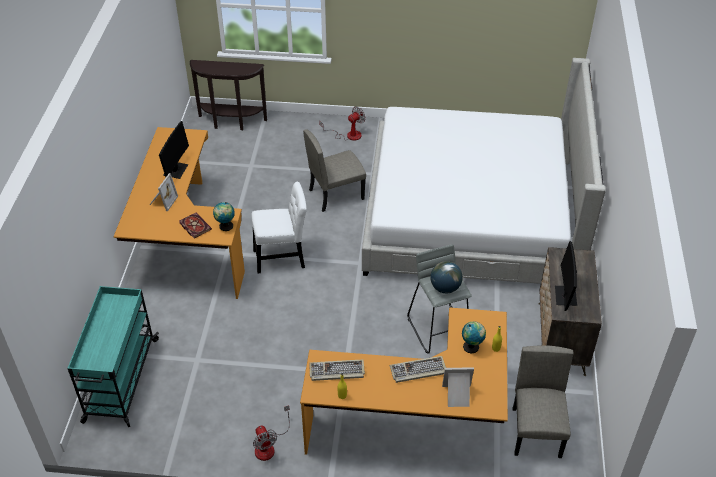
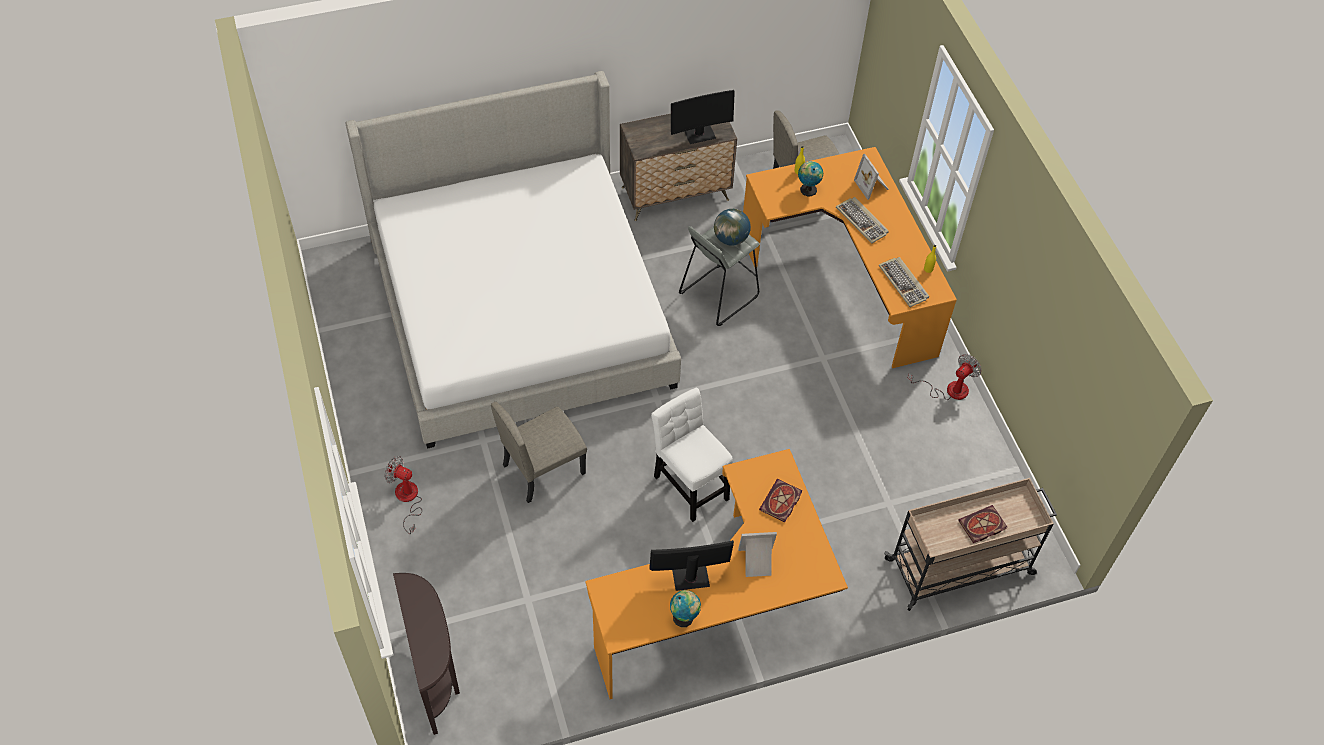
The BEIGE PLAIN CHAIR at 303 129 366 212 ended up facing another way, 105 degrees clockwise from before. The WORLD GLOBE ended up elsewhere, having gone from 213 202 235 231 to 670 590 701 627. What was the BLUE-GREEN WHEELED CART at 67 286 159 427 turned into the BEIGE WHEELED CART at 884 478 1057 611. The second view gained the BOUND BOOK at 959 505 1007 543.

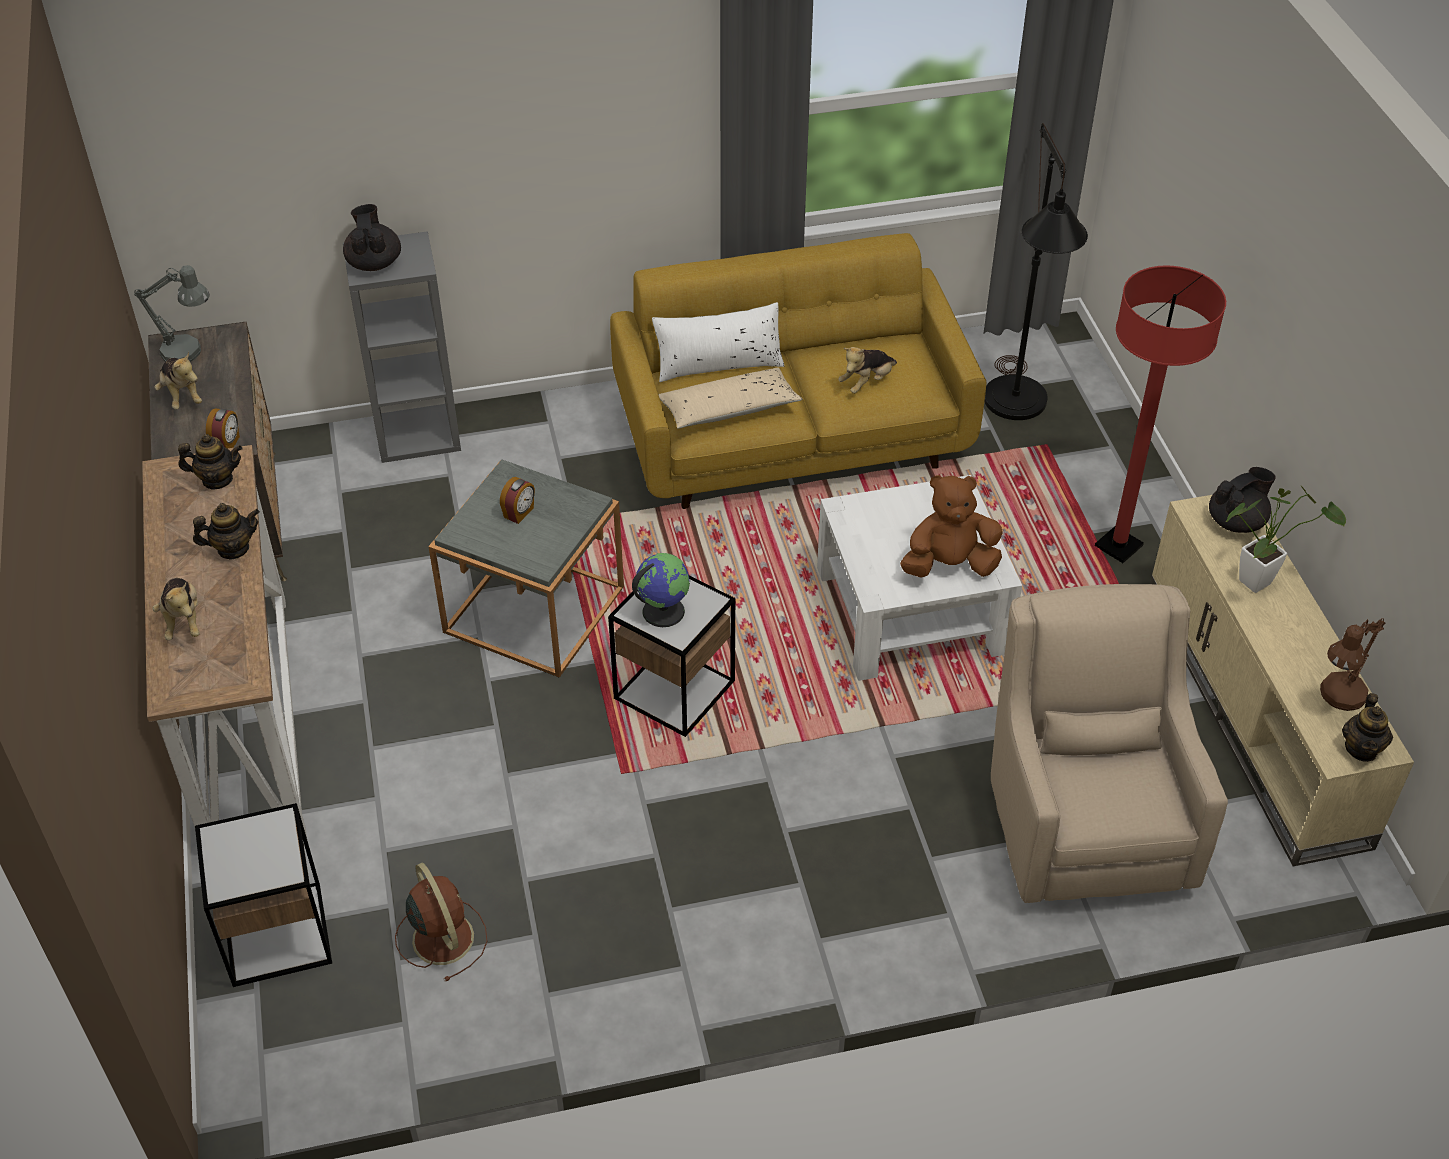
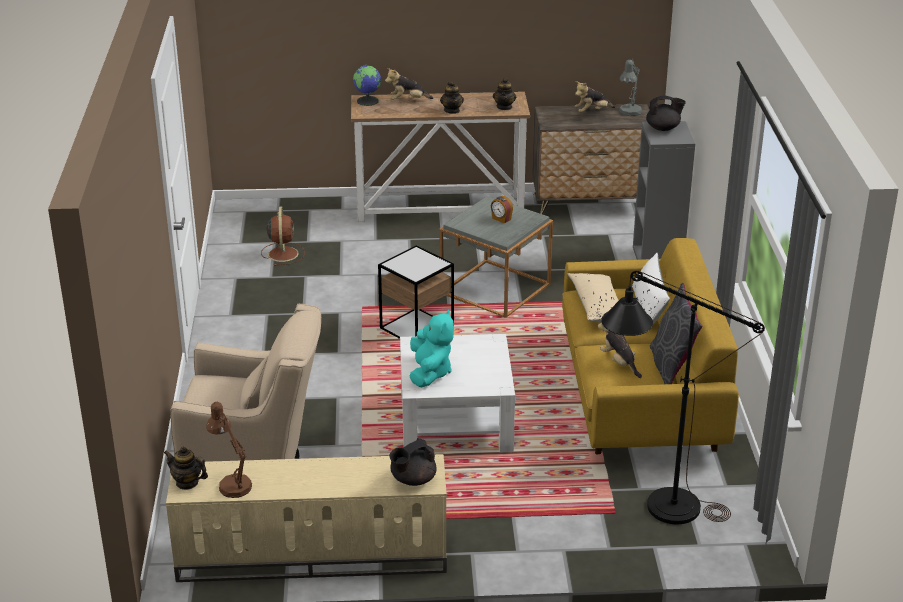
The BROWN FAN at 395 862 487 982 ended up facing another way, 75 degrees counterclockwise from before. The WORLD GLOBE ended up elsewhere, having gone from 632 553 690 627 to 353 65 381 106. The BLACK TEAPOT at 1209 467 1276 533 ended up facing another way, 75 degrees clockwise from before. What was the BROWN CUDDLY TOY at 900 475 1003 577 turned into the BLUE-GREEN CUDDLY TOY at 409 309 454 388. The second view gained the GRAY THROW PILLOW at 650 283 702 384. The second view lost the END TABLE at 195 803 332 987. The second view lost the BEDSIDE CLOCK at 206 409 240 448. The second view lost the REDDISH STANDING LAMP at 1095 265 1226 563. The second view lost the PLANT IN A POT at 1226 485 1346 593.

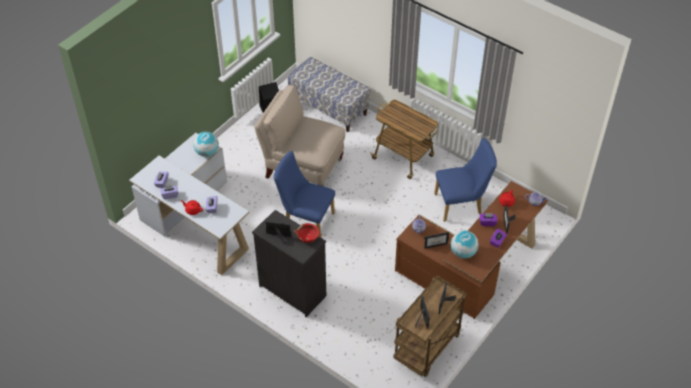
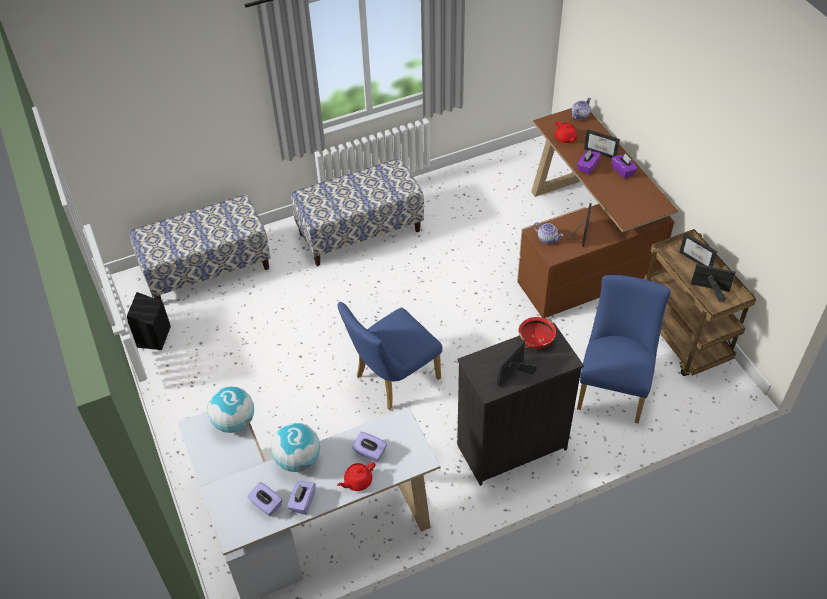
The WORLD GLOBE ended up elsewhere, having gone from 450 231 479 259 to 271 423 320 472. Where the WHEELED CART stood at 370 100 438 179, the BENCH came to stand at 291 158 424 266. The BLUE-COLOURED PLAIN CHAIR ended up elsewhere, having gone from 434 138 497 222 to 577 275 671 423. The second view lost the BEIGE PLAIN CHAIR at 255 85 345 186.

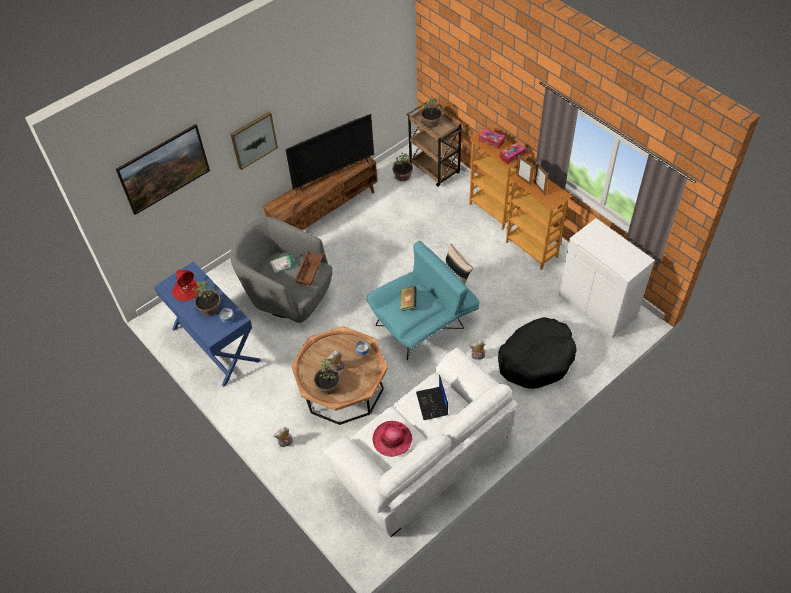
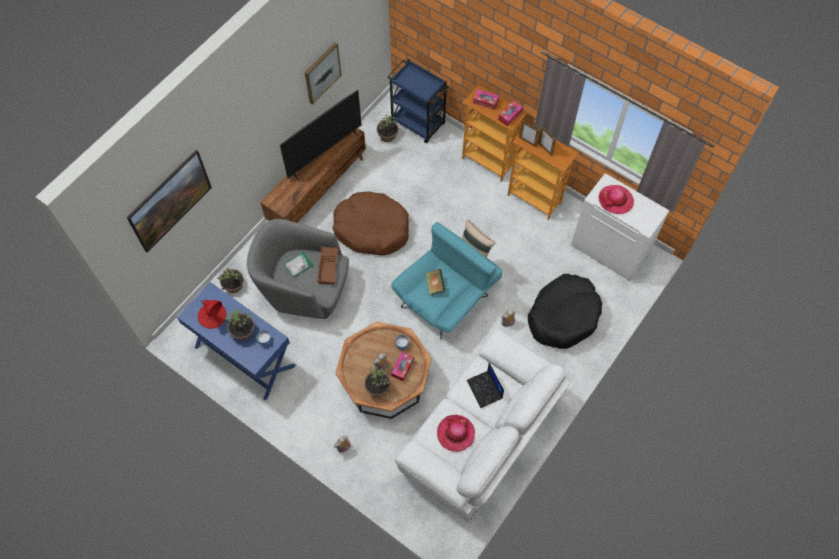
The PLANT IN A POT ended up elsewhere, having gone from 420 96 443 128 to 217 268 244 293. The PICTURE ended up elsewhere, having gone from 231 112 278 170 to 305 43 342 105. The second view gained the BROWN DOG CUSHION at 332 192 409 256. What was the BROWN WHEELED CART at 407 102 463 187 turned into the BLUE-COLOURED WHEELED CART at 387 59 449 143. The second view gained the TISSUE BOX at 391 352 414 381. The second view gained the CLOTHING HAT at 599 185 634 214.

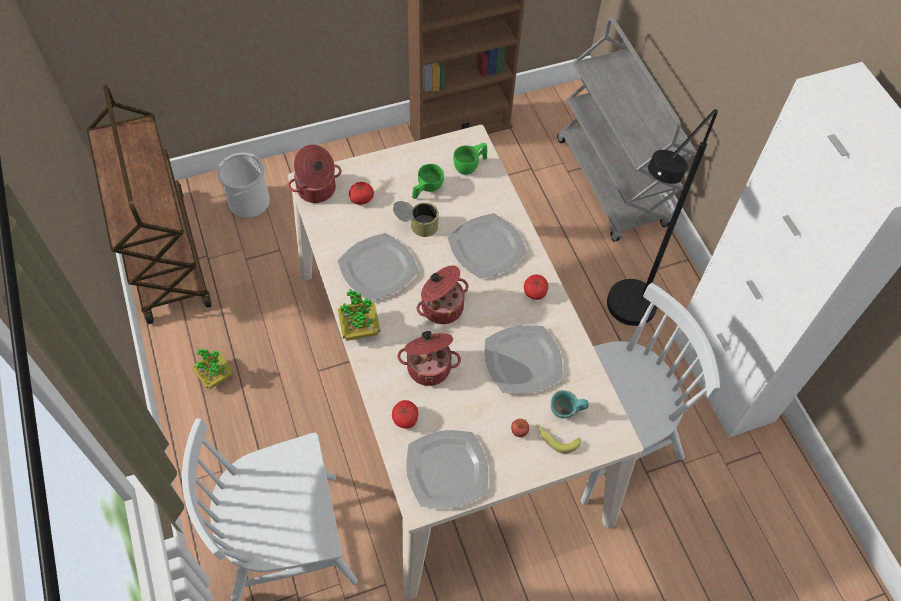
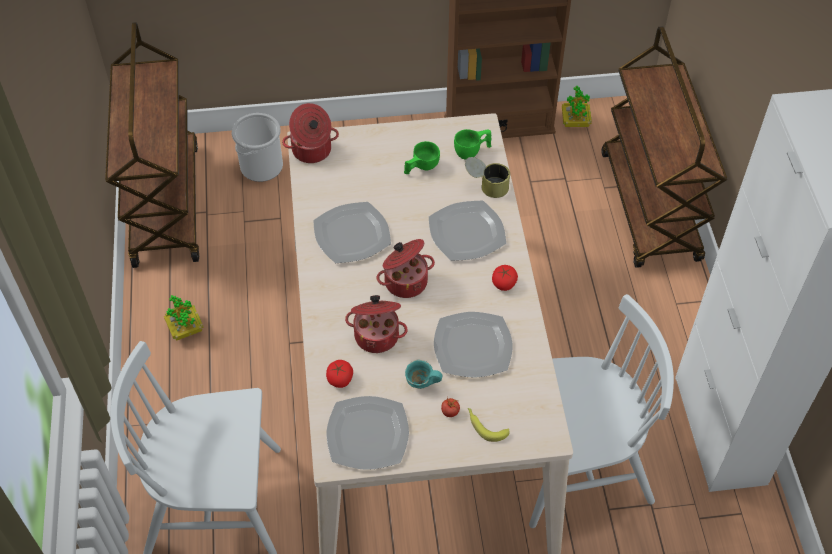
The BLUE-GREEN TEA MUG ended up elsewhere, having gone from 551 390 589 419 to 405 360 442 389. The CAN ended up elsewhere, having gone from 393 201 439 237 to 465 157 510 198. The PLANT IN A POT ended up elsewhere, having gone from 338 289 381 341 to 562 86 592 127. What was the GRAY WHEELED CART at 557 17 696 242 turned into the BROWN WHEELED CART at 601 26 727 268. The second view lost the FRESH TOMATO at 349 182 374 205. The second view lost the BLACK STANDING LAMP at 607 109 718 326.

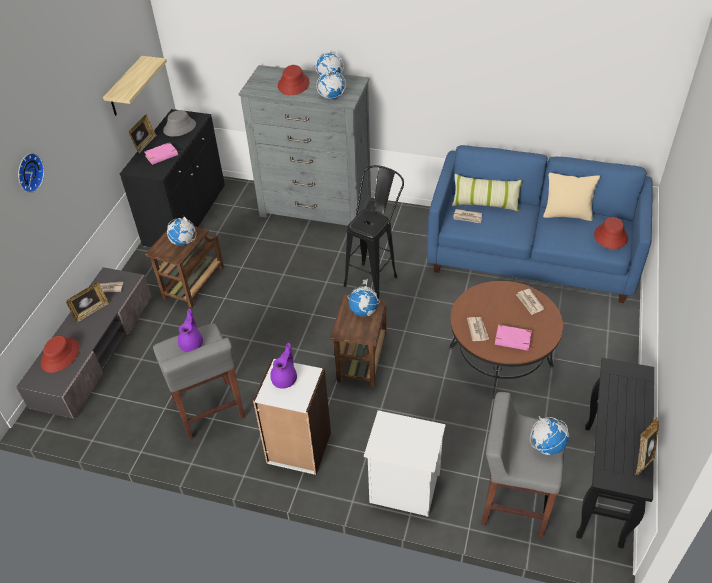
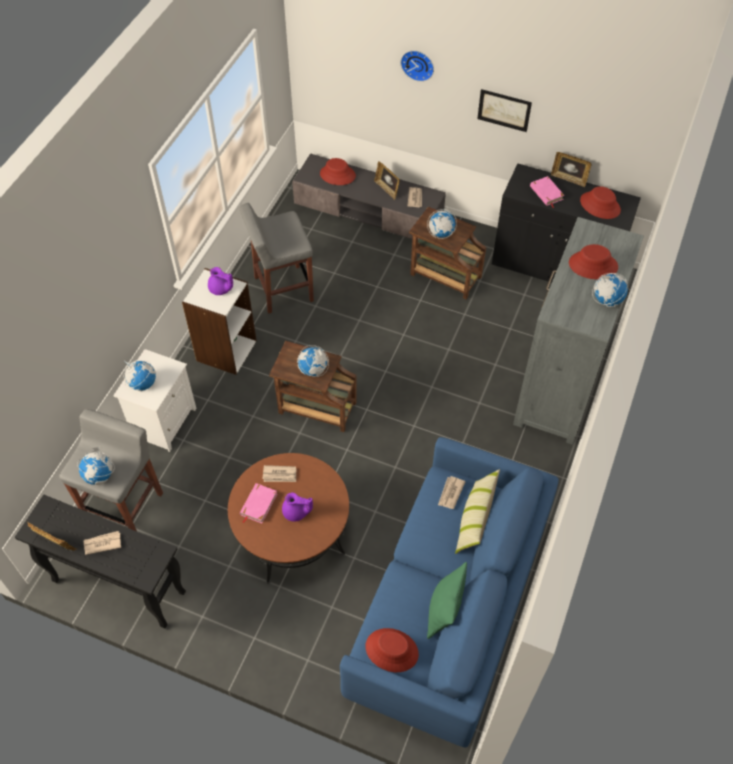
The NEWSPAPER ended up elsewhere, having gone from 516 289 545 315 to 84 531 121 555. The WORLD GLOBE ended up elsewhere, having gone from 316 70 346 99 to 124 360 156 391. The PURPLE-COLOURED TEAPOT ended up elsewhere, having gone from 178 309 203 352 to 282 493 313 522. What was the BEIGE THROW PILLOW at 543 173 600 221 turned into the GREEN-COLOURED THROW PILLOW at 427 562 467 639. The second view gained the PICTURE at 477 89 532 132. What was the GRAY CLOTHING HAT at 163 110 196 137 turned into the REDDISH CLOTHING HAT at 580 186 621 219. The second view lost the WALL SHELF at 103 56 167 116. The second view lost the BLACK STOOL at 344 165 404 299.

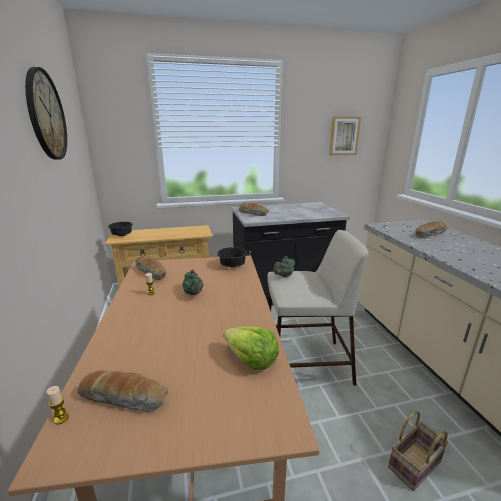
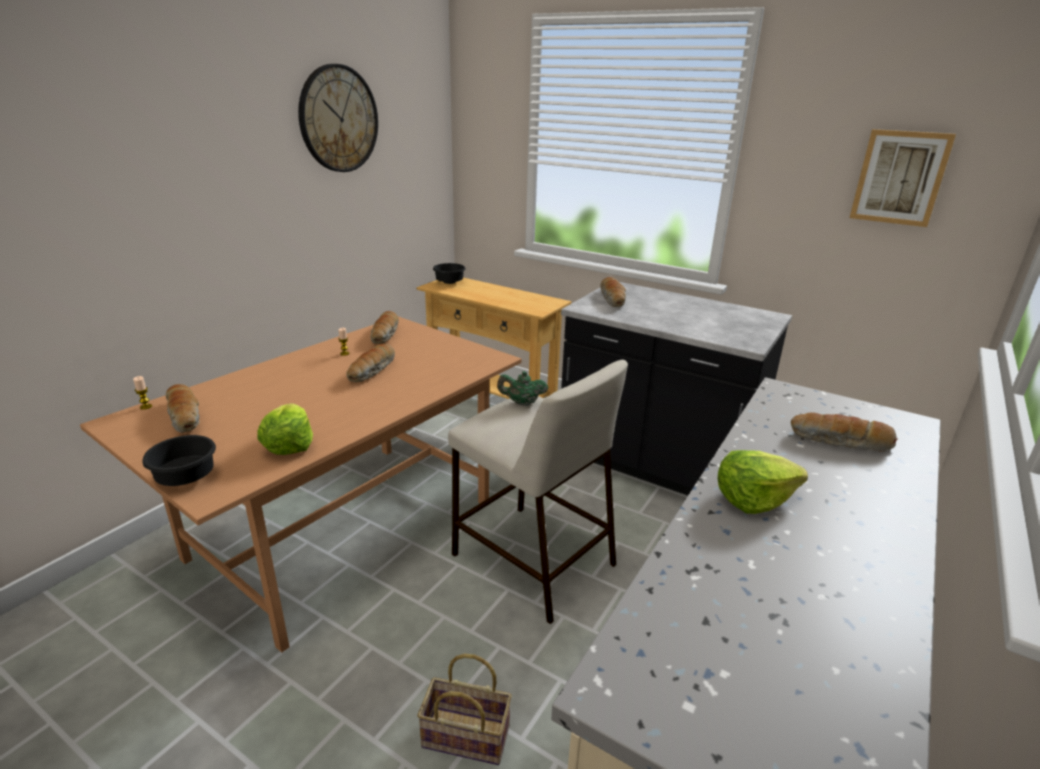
The BLACK BOWL ended up elsewhere, having gone from 217 247 248 267 to 142 435 216 486. Where the GREEN-COLOURED TEAPOT stood at 182 269 203 295, the BAKERY BREAD came to stand at 346 344 395 382. The second view gained the HEAD OF LETTUCE at 718 450 808 514.

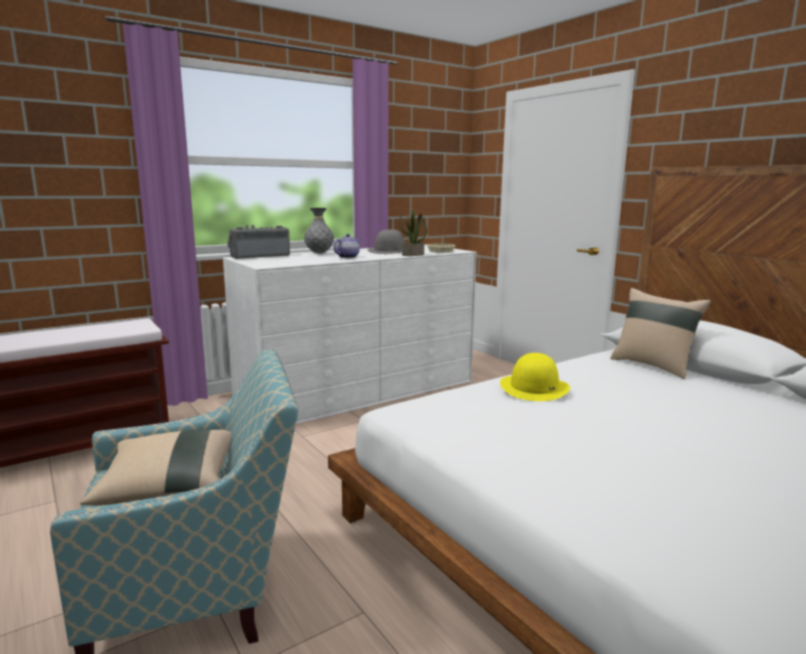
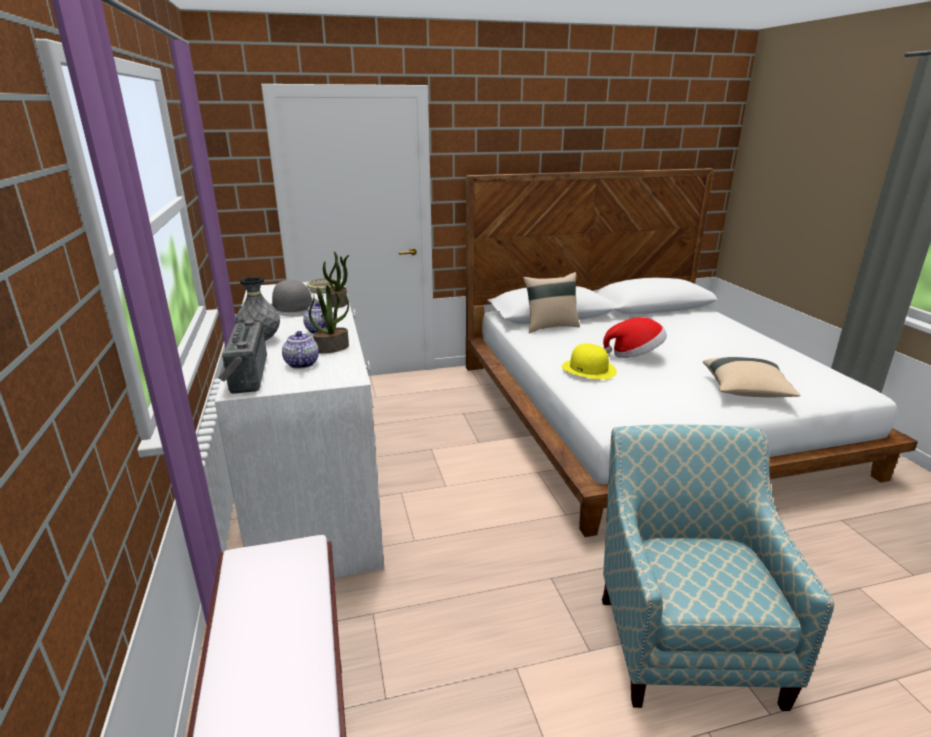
The second view gained the TEAPOT at 282 331 319 369. The second view gained the PLANT IN A POT at 309 285 349 354. The second view gained the CLOTHING HAT at 603 317 667 358. The BEIGE THROW PILLOW ended up elsewhere, having gone from 80 430 231 505 to 703 357 800 397.

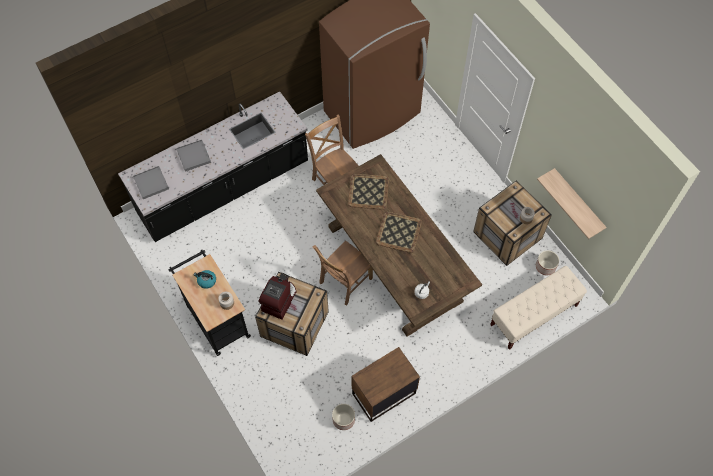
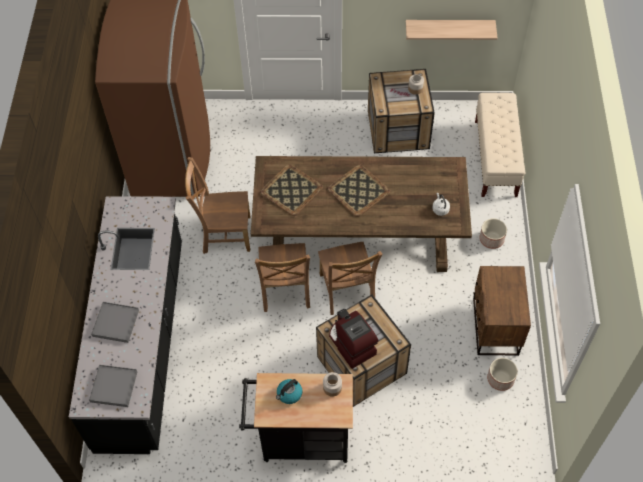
The second view gained the BROWN PLAIN CHAIR at 255 243 310 312. The PLANT POT ended up elsewhere, having gone from 536 250 559 275 to 479 218 507 249.

